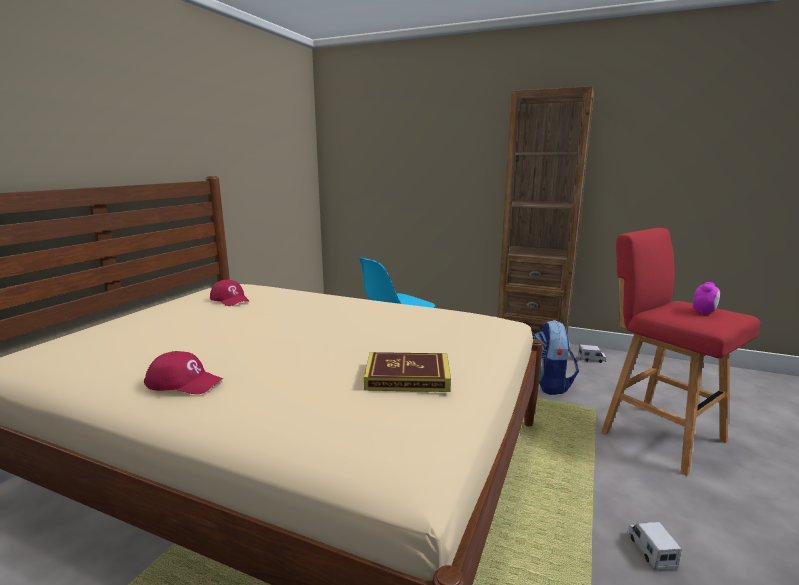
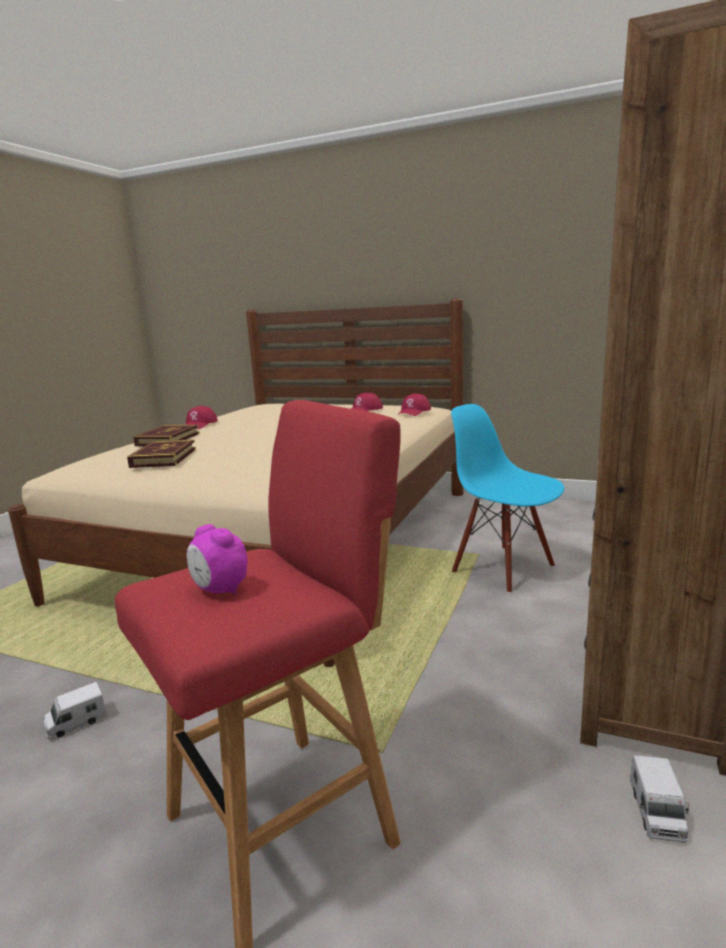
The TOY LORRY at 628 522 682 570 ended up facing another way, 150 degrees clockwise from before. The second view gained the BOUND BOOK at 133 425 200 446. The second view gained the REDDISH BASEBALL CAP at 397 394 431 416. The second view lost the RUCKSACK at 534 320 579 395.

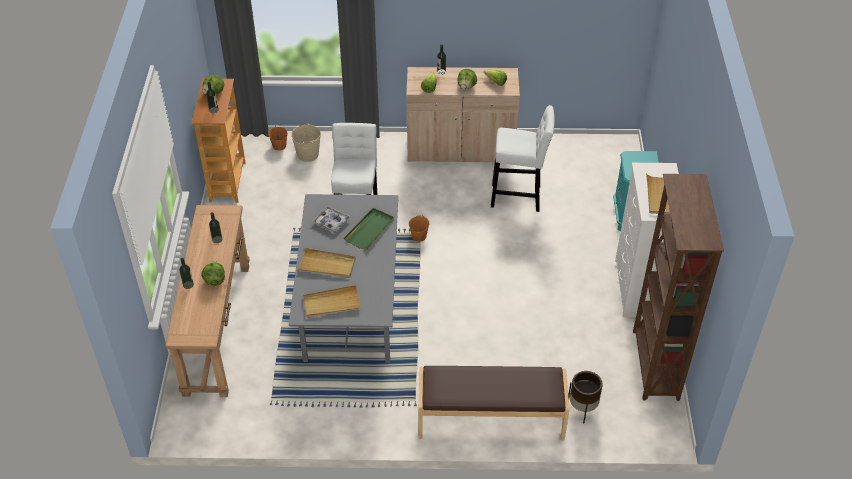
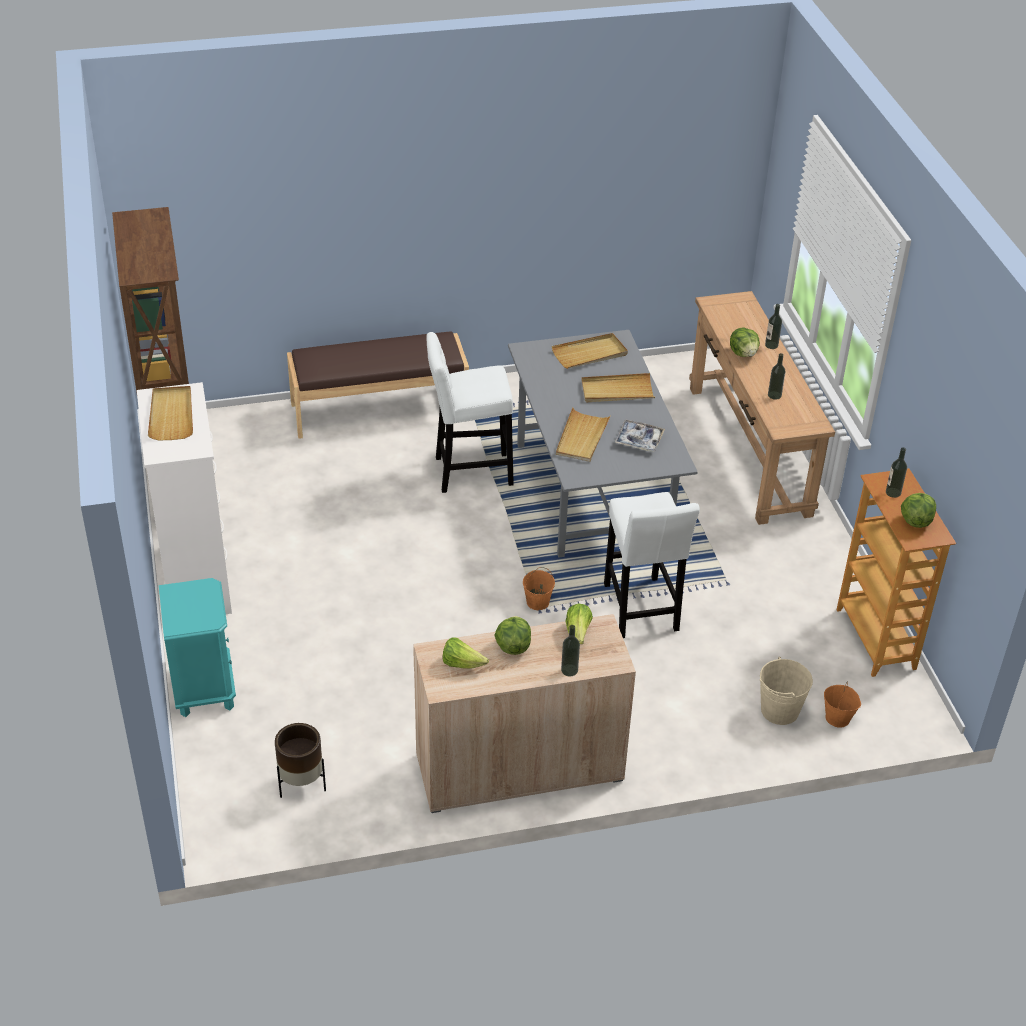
The BROWN PLANT POT ended up elsewhere, having gone from 568 371 603 423 to 275 723 326 798. The WHITE-COLOURED STOOL ended up elsewhere, having gone from 491 105 555 212 to 427 332 514 493. What was the GREEN-COLOURED TRAY at 344 208 394 250 turned into the BEIGE TRAY at 556 407 611 462.

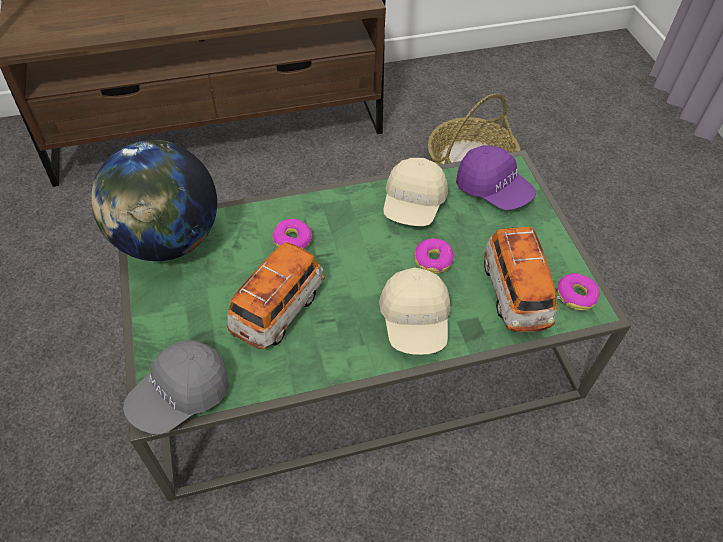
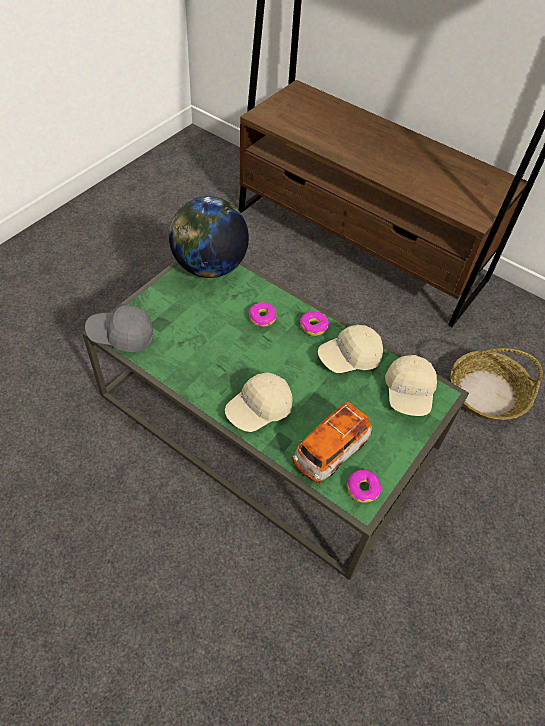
The RING DOUGHNUT ended up elsewhere, having gone from 415 238 454 273 to 300 311 329 336. What was the PURPLE-COLOURED BASEBALL CAP at 456 145 536 210 turned into the BEIGE BASEBALL CAP at 385 355 437 416. The second view lost the MINIATURE CAR at 227 242 325 349.

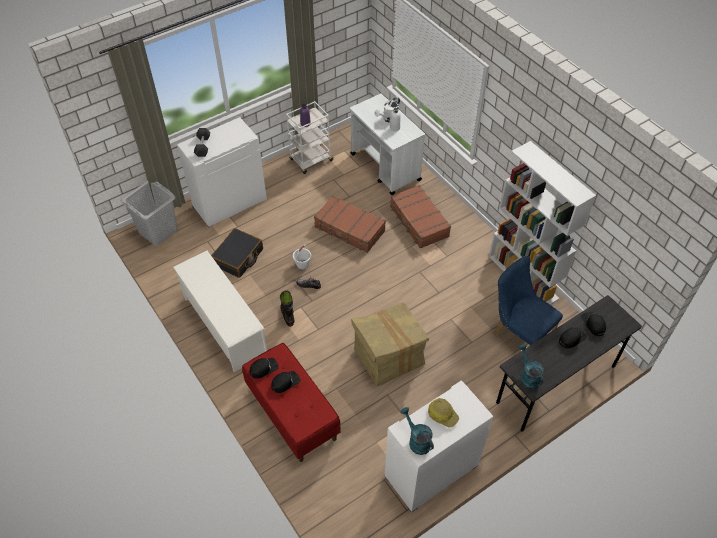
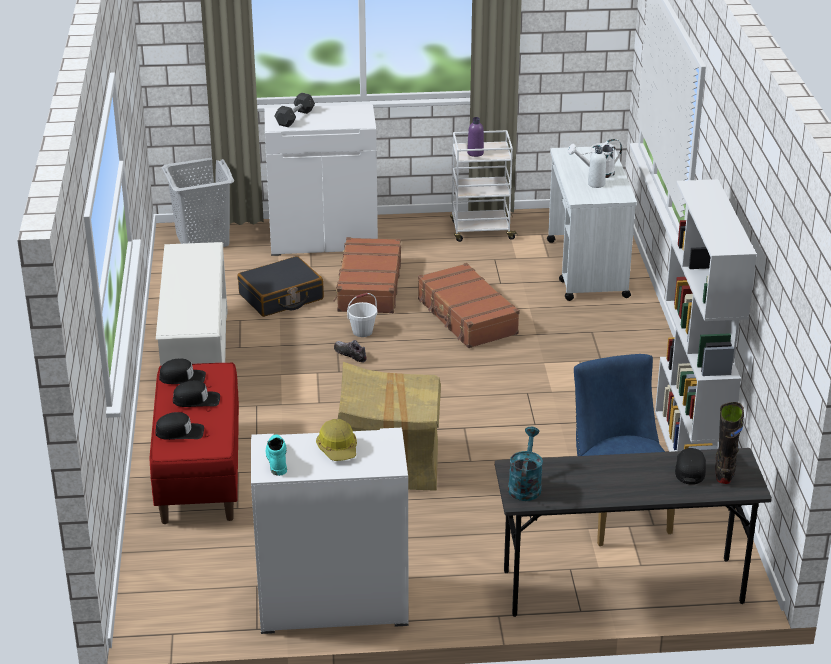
The BLACK BASEBALL CAP ended up elsewhere, having gone from 559 327 587 348 to 155 412 204 440. Where the BLUE-GREEN WATERING CAN stood at 400 407 434 455, the BLUE-GREEN TALL BOOT came to stand at 266 434 287 476. The BROWN PIECE OF LUGGAGE ended up elsewhere, having gone from 390 185 451 248 to 333 237 401 313. The BLACK TALL BOOT ended up elsewhere, having gone from 280 290 295 327 to 715 402 744 484.

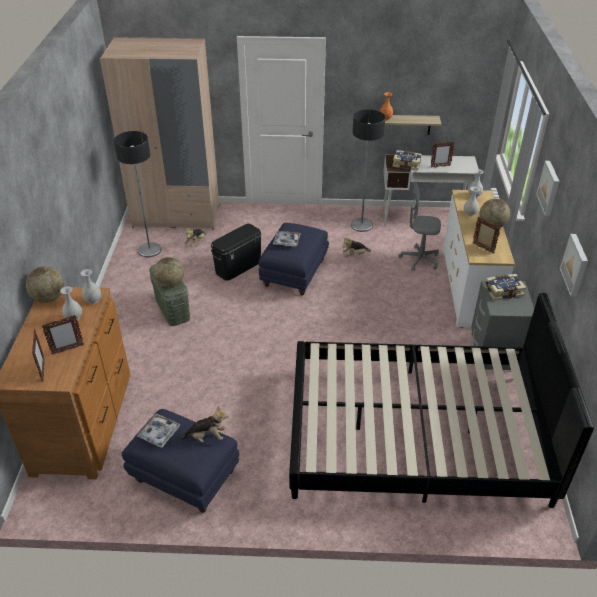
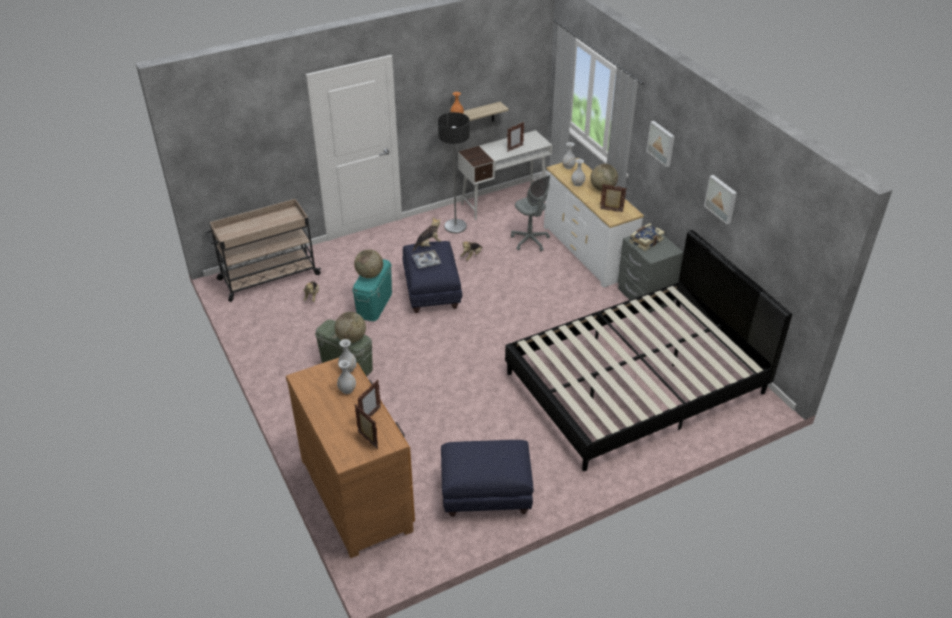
Where the BEIGE WARDROBE stood at 100 37 219 230, the BEIGE WHEELED CART came to stand at 205 199 321 302. What was the BLACK STORAGE BIN at 211 224 262 281 turned into the BLUE-GREEN STORAGE BIN at 352 259 392 321. The WORLD GLOBE ended up elsewhere, having gone from 26 266 64 303 to 354 249 383 278. The CUDDLY TOY ended up elsewhere, having gone from 180 407 229 442 to 412 217 441 252. The GRAY OFFICE CHAIR at 399 181 441 271 ended up facing another way, 105 degrees counterclockwise from before. The second view lost the STANDING LAMP at 114 131 162 257. The second view lost the TRAY at 137 414 180 448. The second view lost the BOUND BOOK at 392 150 422 171.

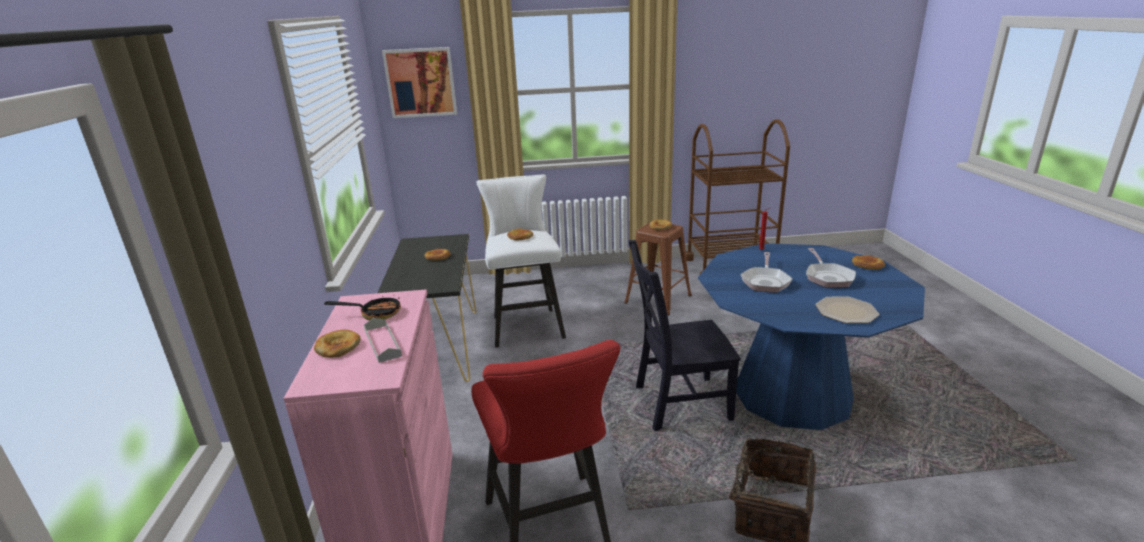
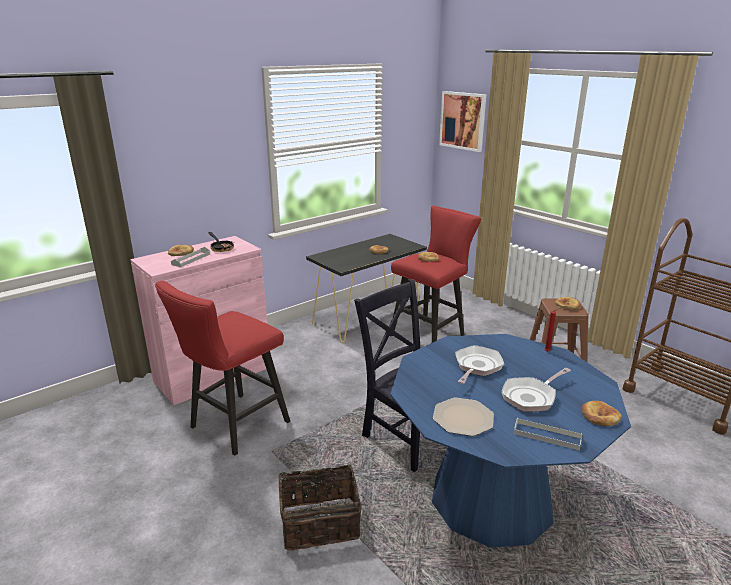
What was the WHITE-COLOURED STOOL at 476 174 566 348 turned into the REDDISH STOOL at 389 206 481 343. The PAN at 741 252 793 293 ended up facing another way, 135 degrees clockwise from before. The second view gained the GRAY TRAY at 514 418 582 451.

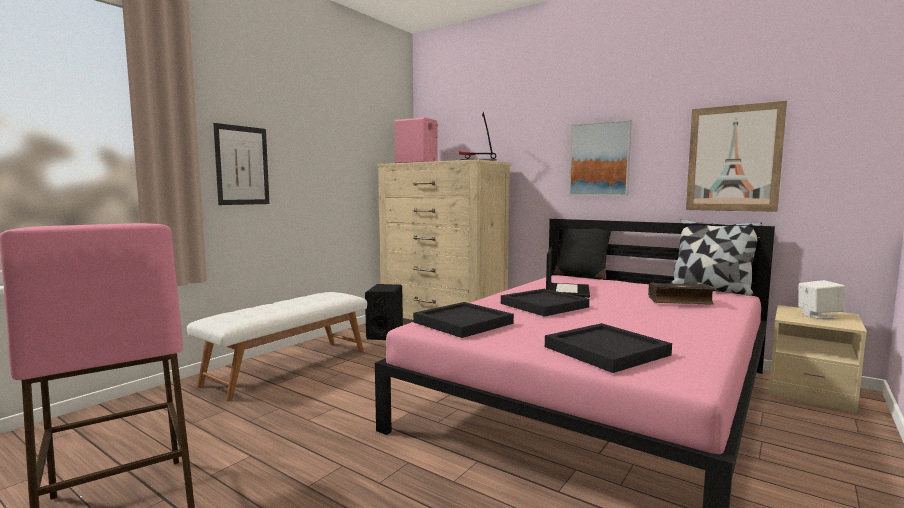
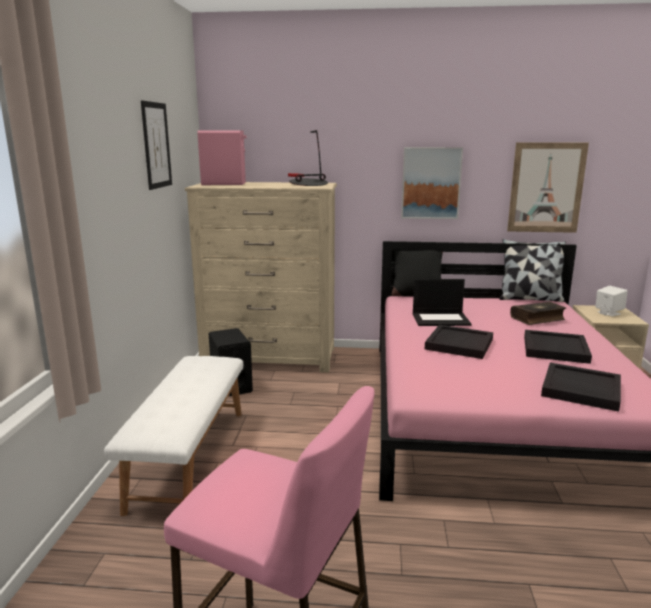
The PICTURE ended up elsewhere, having gone from 213 123 269 205 to 141 100 172 190. The NOTEBOOK COMPUTER at 546 247 590 298 ended up facing another way, 105 degrees clockwise from before. The BLACK TRAY ended up elsewhere, having gone from 413 302 514 338 to 524 330 592 364.

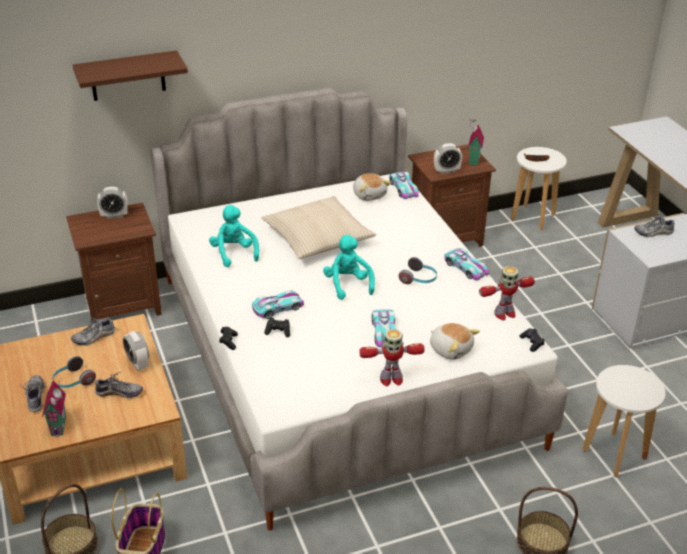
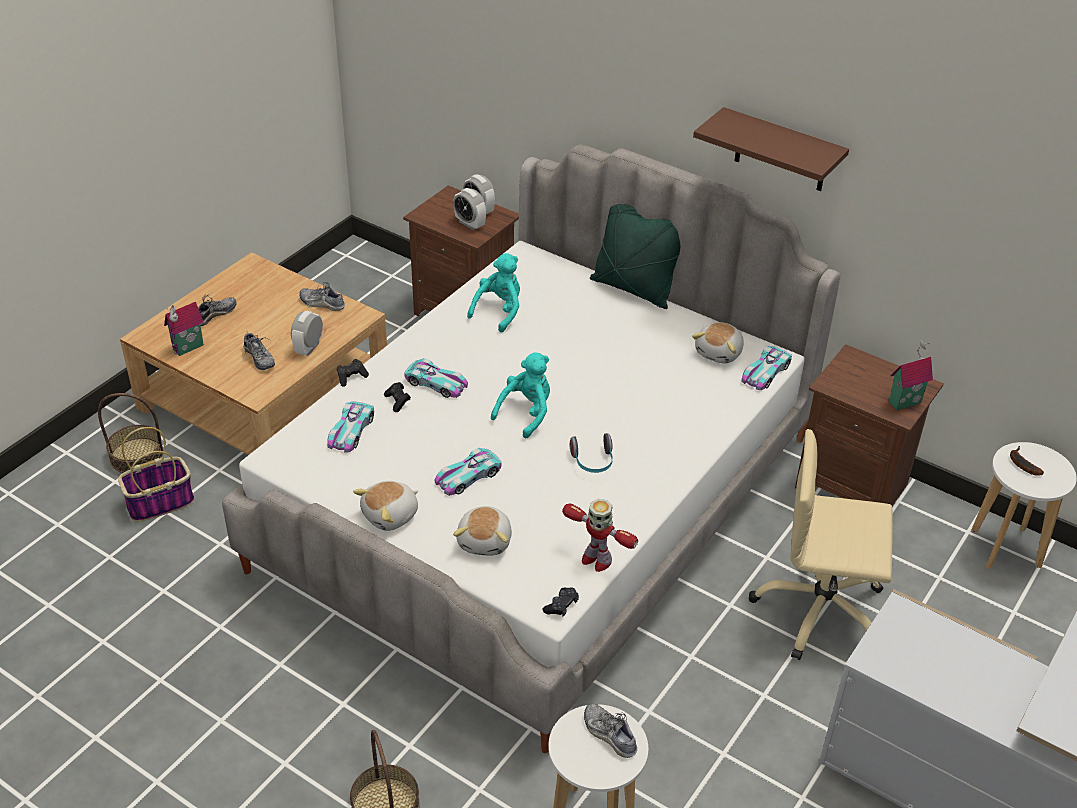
The MINIATURE CAR ended up elsewhere, having gone from 444 248 489 281 to 327 401 374 452. Where the ROBOT FIGURE stood at 359 329 425 386, the CUDDLY TOY came to stand at 353 481 418 531. The BEDSIDE CLOCK ended up elsewhere, having gone from 434 143 462 174 to 453 188 486 230. The LOW SHOE ended up elsewhere, having gone from 634 214 675 237 to 584 703 637 758. The second view gained the GREEN-COLOURED THROW PILLOW at 590 204 680 309. The BROWN WALL SHELF ended up elsewhere, having gone from 73 50 188 101 to 693 107 849 191. The second view gained the BEIGE OFFICE CHAIR at 749 429 893 660. The second view lost the HEADPHONES at 52 356 96 388. The second view lost the BEIGE THROW PILLOW at 262 196 376 259.

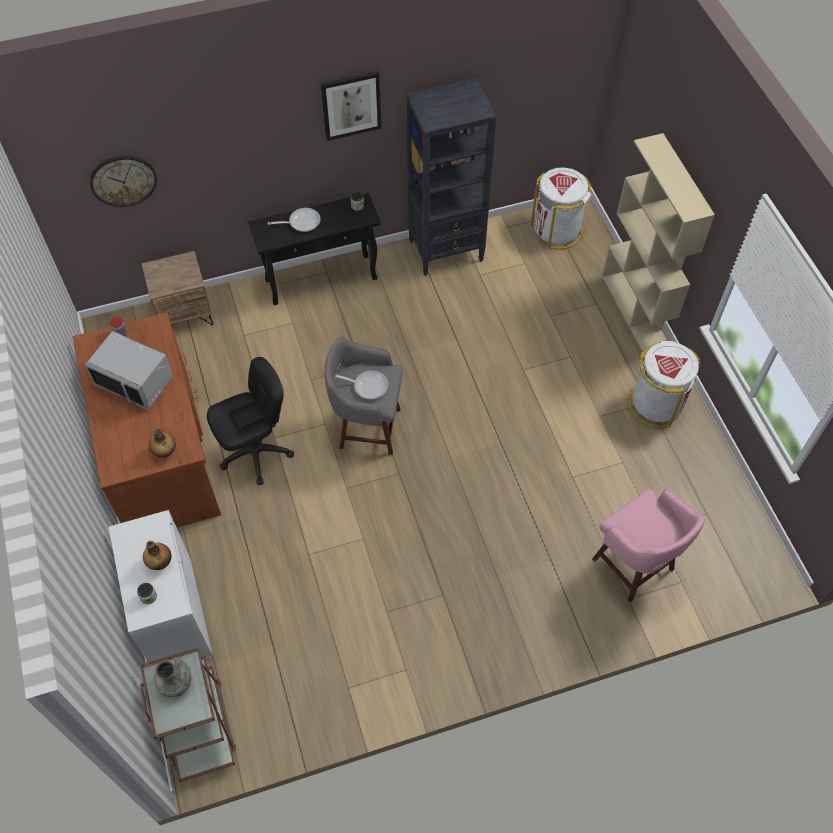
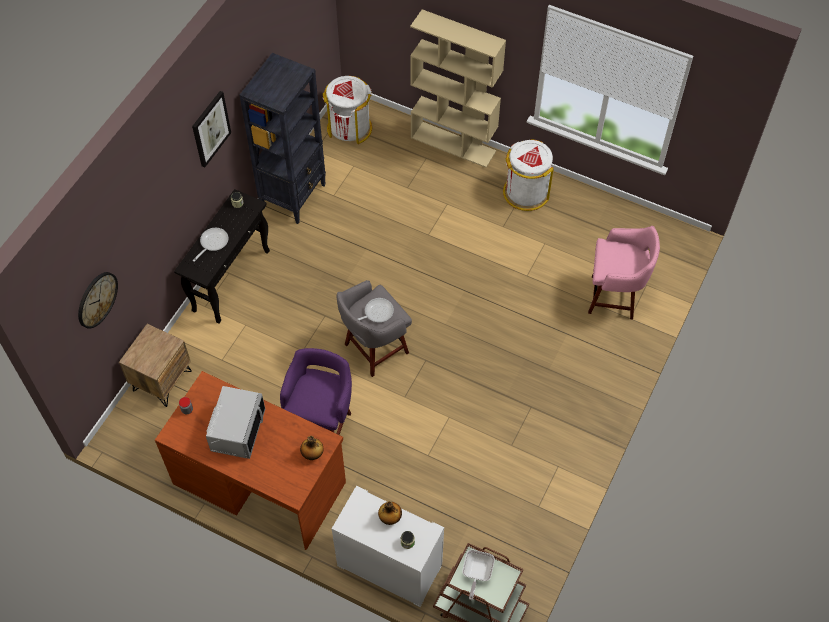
The GRAY MICROWAVE at 85 331 173 410 ended up facing another way, 60 degrees counterclockwise from before. Where the BLACK OFFICE CHAIR stood at 207 357 294 485, the PURPLE-COLOURED STOOL came to stand at 280 348 352 435. Where the GRAY VASE stood at 154 659 192 697, the PAN came to stand at 462 550 495 600.

